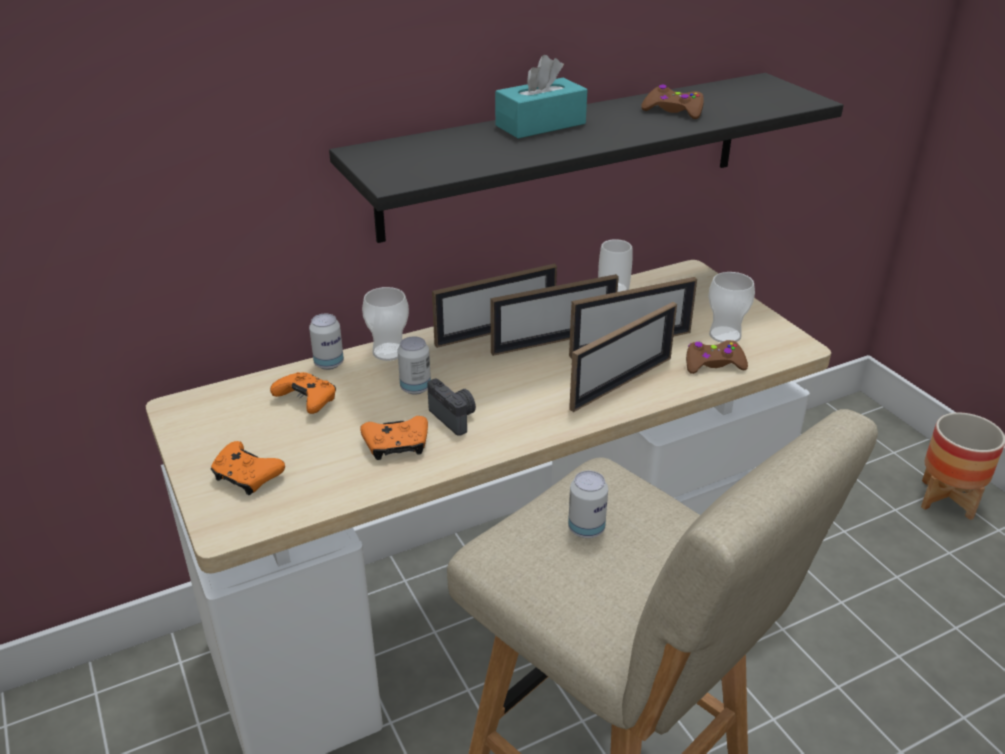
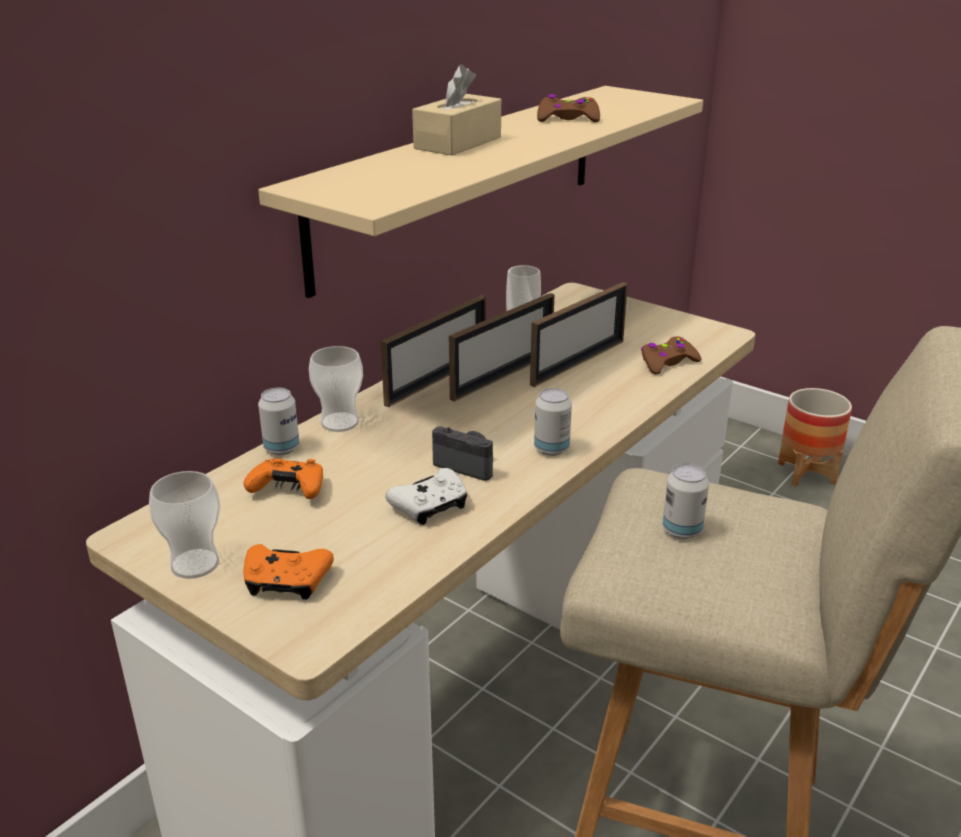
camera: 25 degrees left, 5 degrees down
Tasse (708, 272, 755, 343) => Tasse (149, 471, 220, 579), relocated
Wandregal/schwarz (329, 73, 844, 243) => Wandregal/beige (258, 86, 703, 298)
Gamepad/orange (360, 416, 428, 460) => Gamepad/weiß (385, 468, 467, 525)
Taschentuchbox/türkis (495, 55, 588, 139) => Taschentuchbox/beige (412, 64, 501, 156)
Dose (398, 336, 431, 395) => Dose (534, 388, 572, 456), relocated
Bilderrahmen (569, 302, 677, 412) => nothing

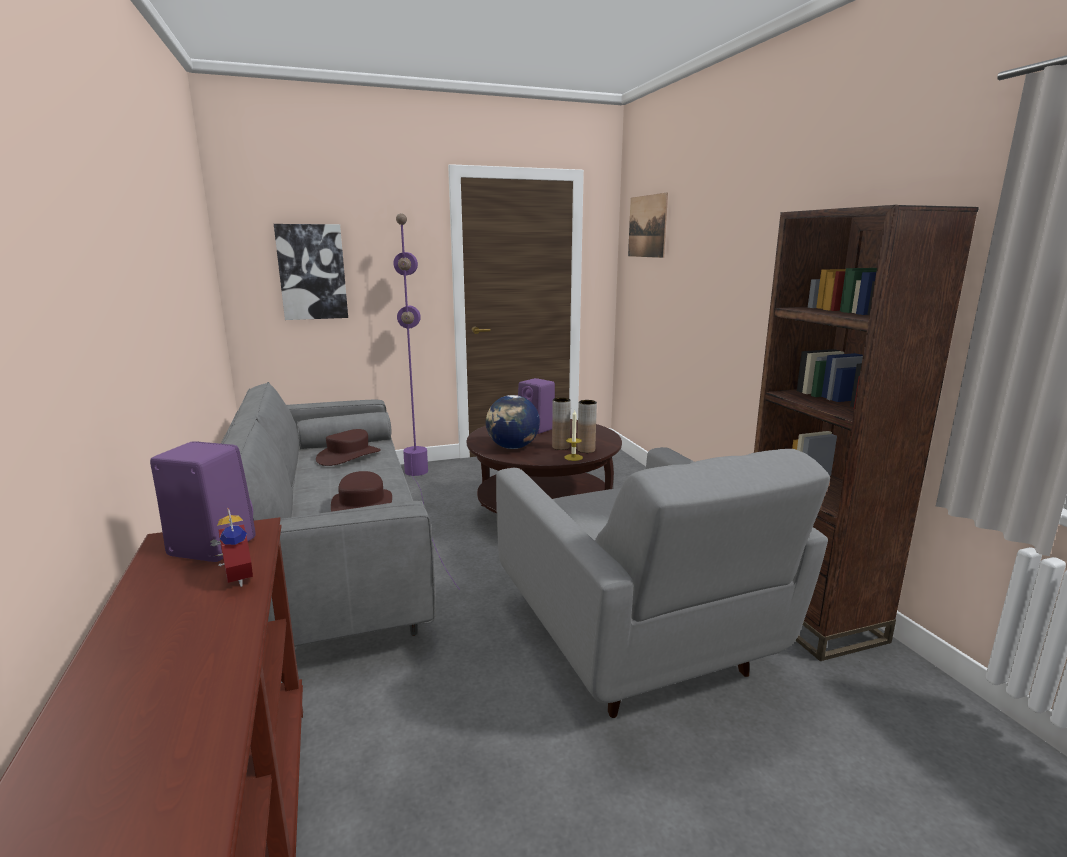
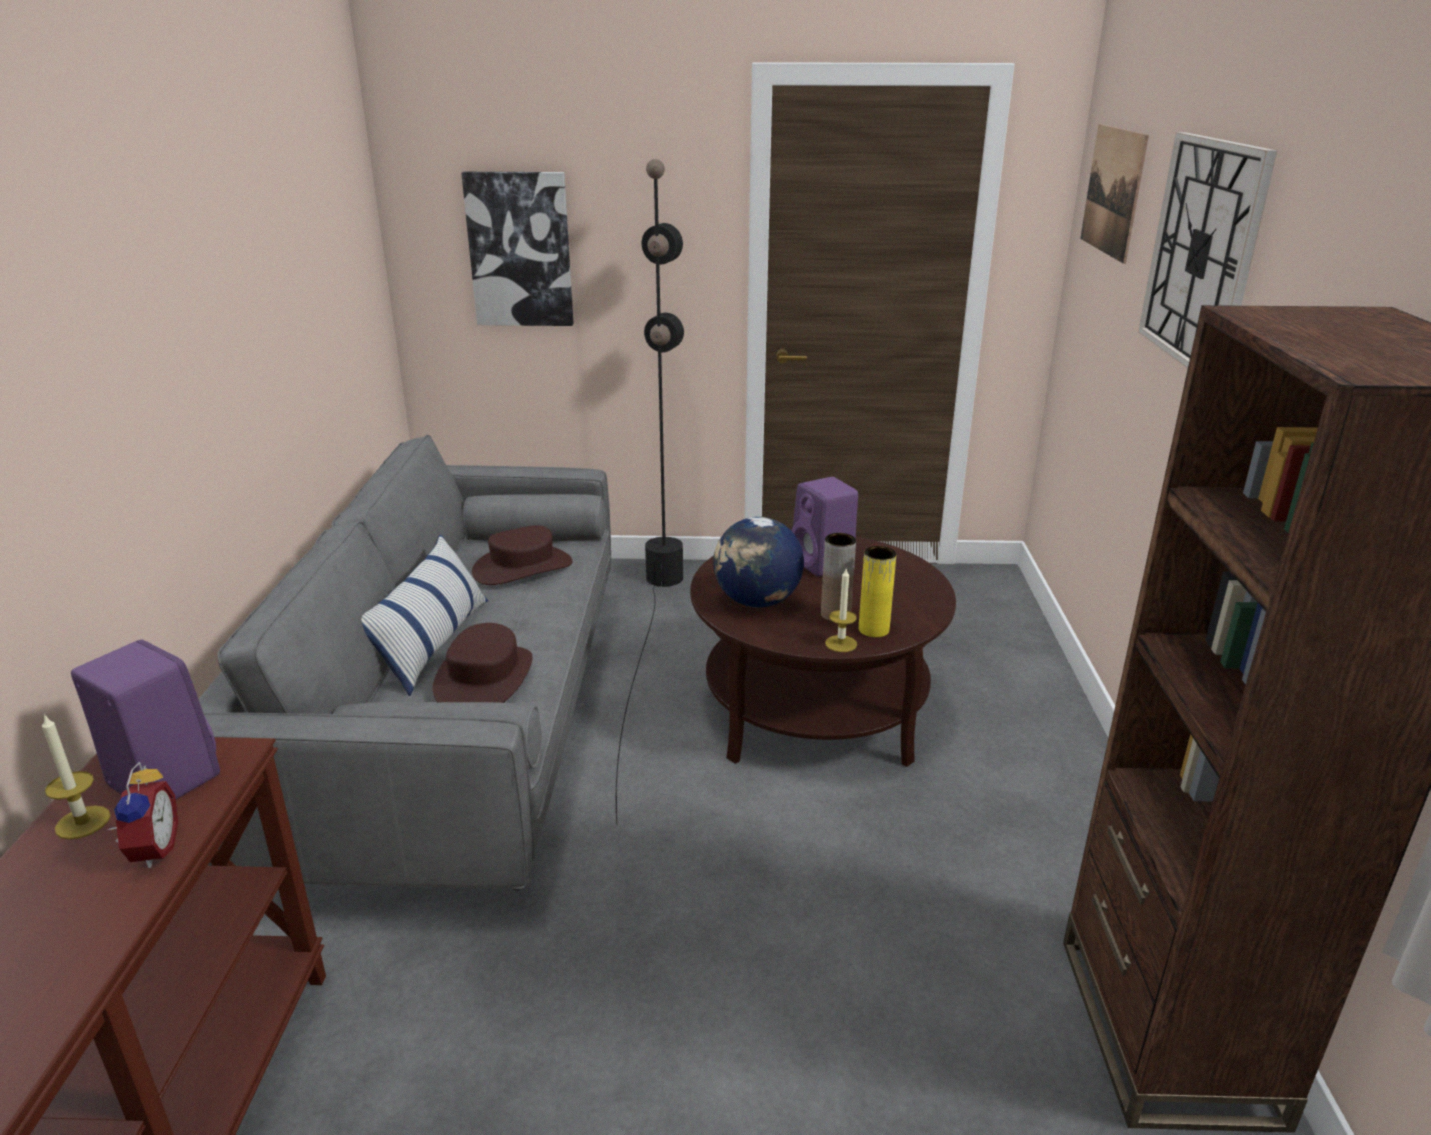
camera: 20 degrees right, 10 degrees up
nothing => Kerze (42, 714, 110, 839)
nothing => Kissen (361, 534, 488, 696)
Stehlampe/lila (393, 213, 460, 590) => Stehlampe/schwarz (616, 159, 684, 825)
Vase/braun (577, 400, 597, 453) => Vase/gelb (859, 546, 896, 638)
nothing => Wanduhr (1138, 132, 1277, 368)
Sessel/grau (496, 447, 830, 718) => nothing

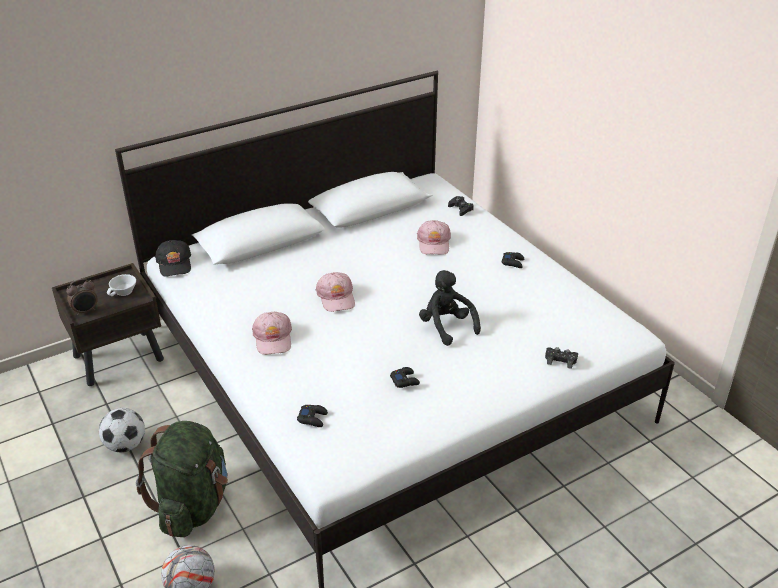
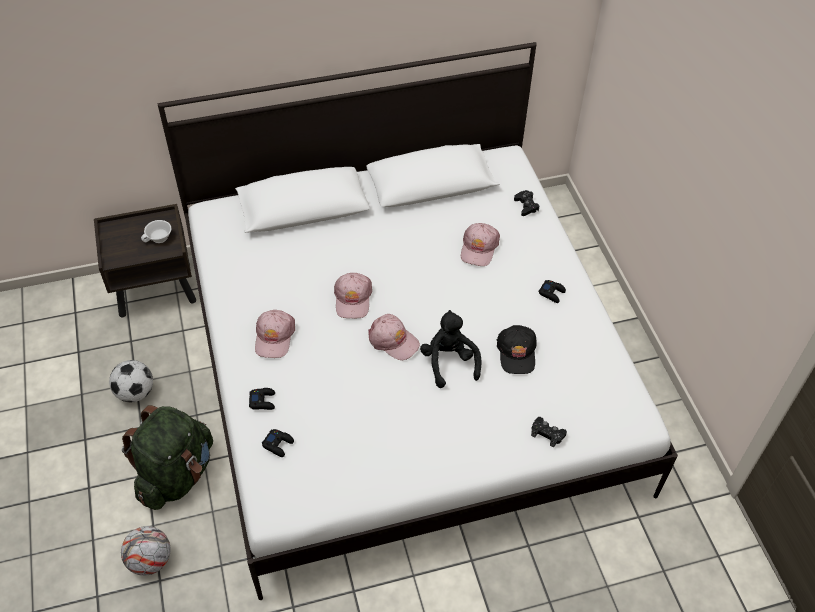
camera: 15 degrees right, 15 degrees up
Gamepad/schwarz (390, 367, 420, 388) => Gamepad/schwarz (249, 388, 275, 410), relocated
nothing => Kappe/rosa (368, 314, 420, 360)
Kappe/schwarz (155, 240, 191, 277) => Kappe/schwarz (497, 325, 537, 374), relocated
Wecker (66, 278, 98, 316) => nothing

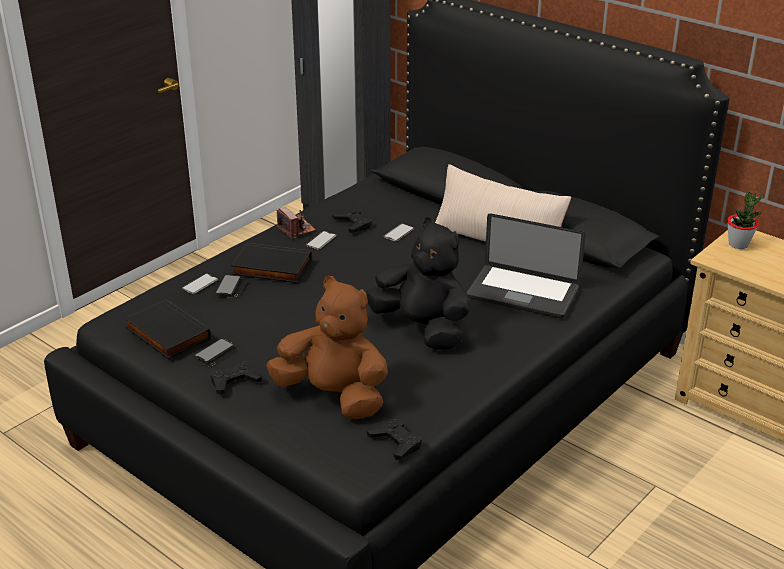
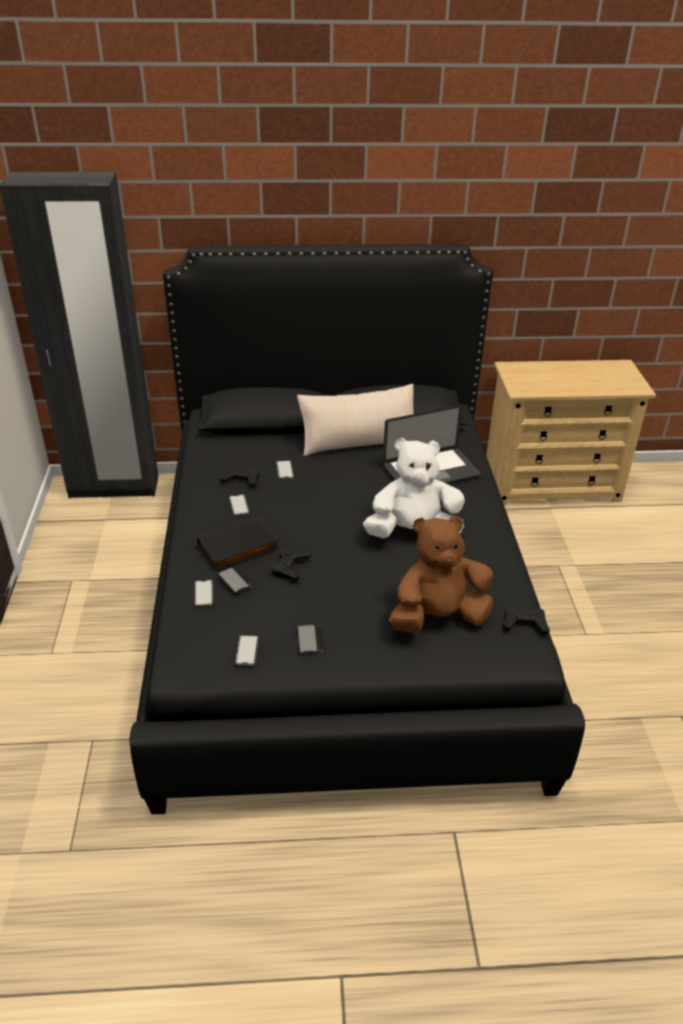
camera: 45 degrees left, 5 degrees up
Buch/schwarz (124, 299, 211, 359) => Handy (235, 635, 259, 665)
Gamepad/schwarz (211, 361, 262, 395) => Gamepad/schwarz (271, 549, 311, 581), relocated
Plüschtier/schwarz (366, 217, 470, 350) => Plüschtier/weiß (363, 438, 465, 539)
Kamera (277, 207, 316, 238) => nothing
Topfpflanze (727, 191, 764, 249) => nothing

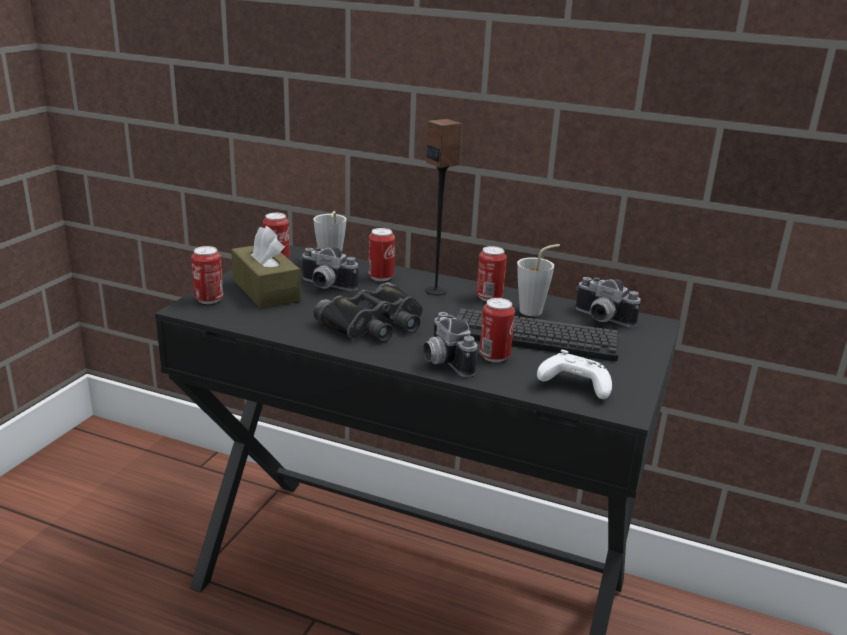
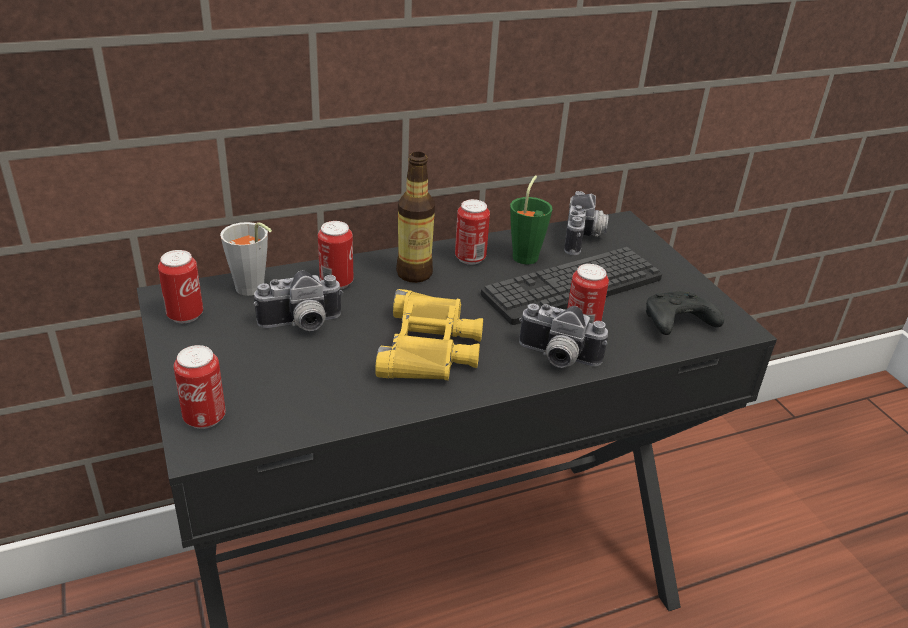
camera: 45 degrees left, 10 degrees up
Fernglas/schwarz (313, 282, 423, 342) => Fernglas/gelb (375, 289, 483, 380)
Lautsprecher (425, 119, 463, 295) => Flasche (396, 152, 435, 283)
Tasse/grau (517, 244, 560, 316) => Tasse/grün (510, 175, 552, 264)
Kamera (576, 277, 641, 327) => Kamera (564, 191, 609, 255), 75 degrees counterclockwise
Gamepad/weiß (537, 350, 612, 399) => Gamepad/schwarz (646, 291, 724, 335)
Taschentuchbox/braun (231, 226, 301, 309) => nothing

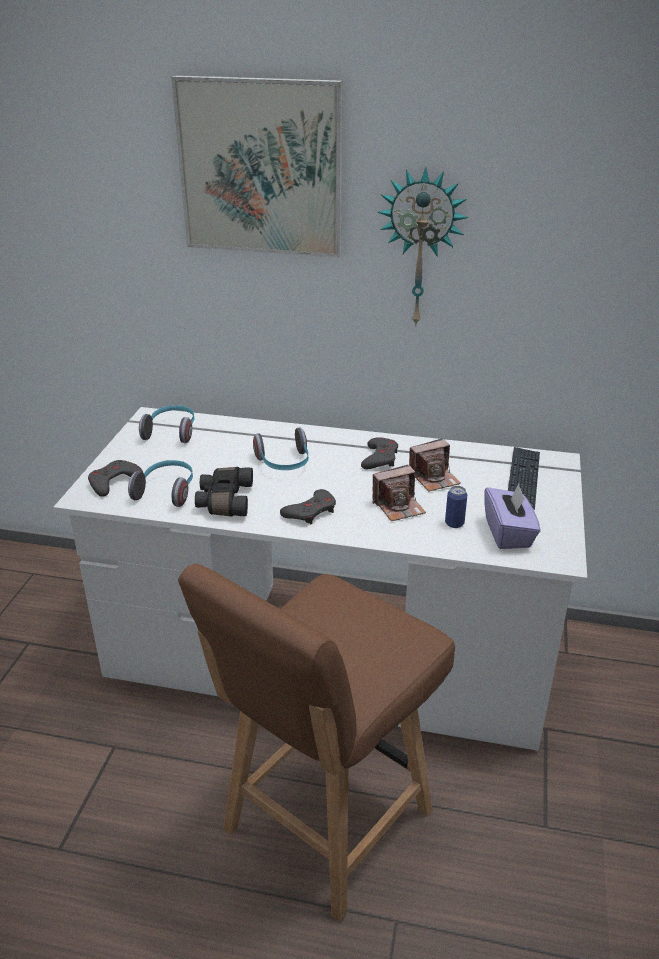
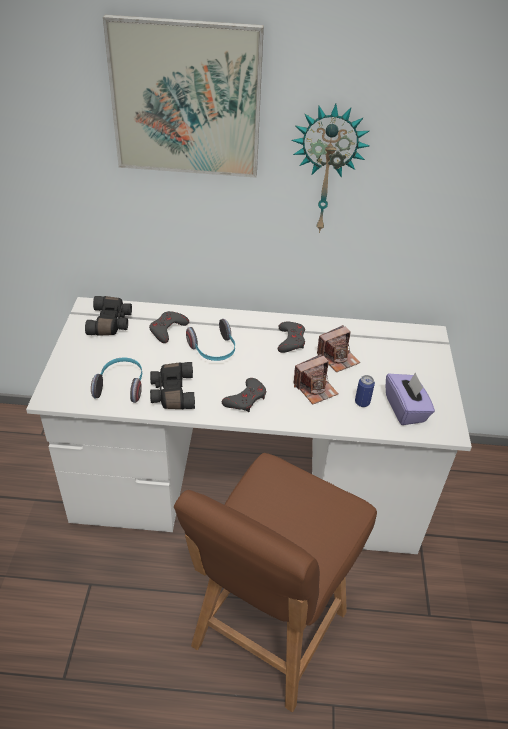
camera: 10 degrees left, 10 degrees up
Kopfhörer (139, 405, 194, 444) => Fernglas/schwarz (85, 296, 132, 336)
Gamepad/grau (88, 460, 143, 497) => Gamepad/grau (149, 311, 189, 343), relocated
Tastatur (508, 447, 540, 510) => nothing

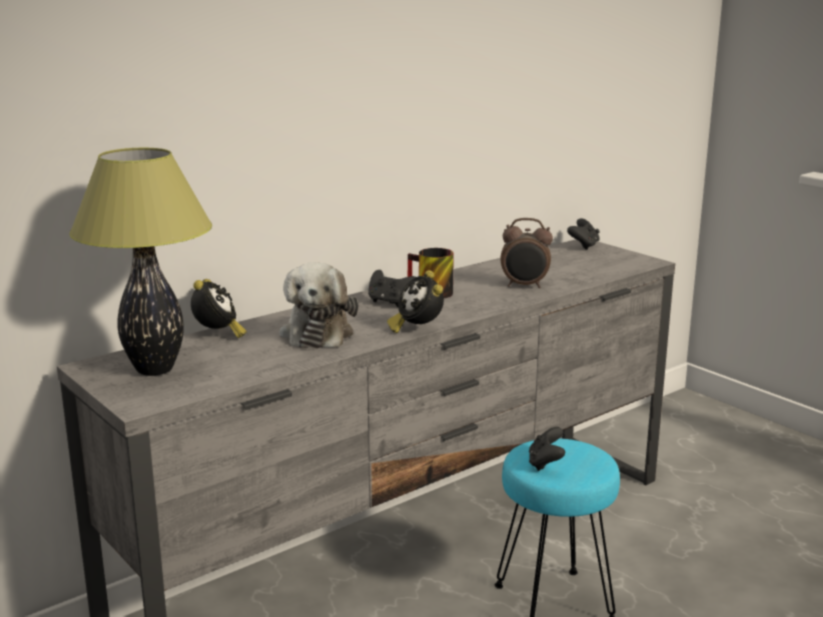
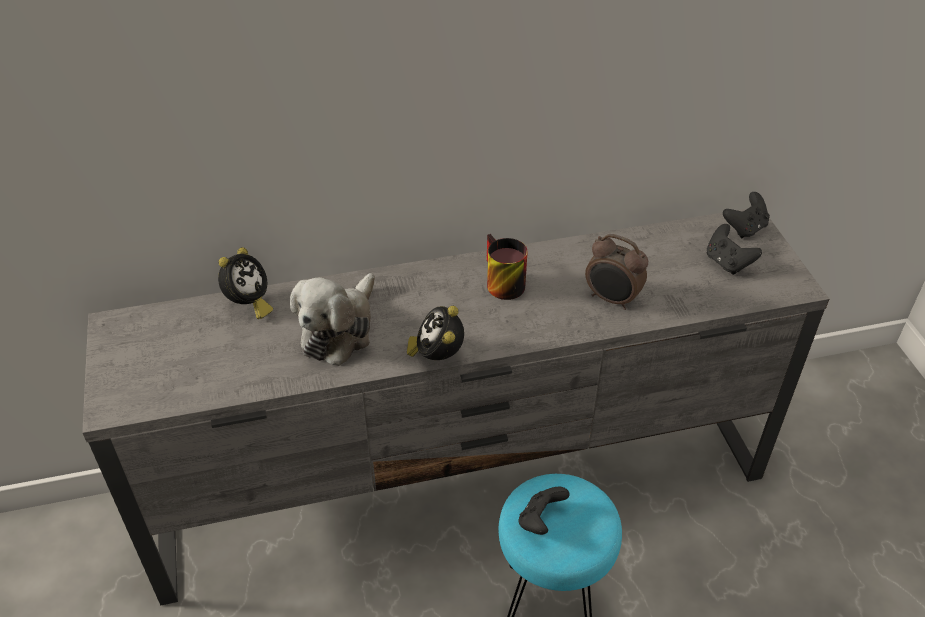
camera: 25 degrees right, 25 degrees up
Gamepad/schwarz (368, 270, 415, 307) => Gamepad/schwarz (707, 224, 762, 275), relocated
Tischlampe (69, 148, 212, 376) => nothing

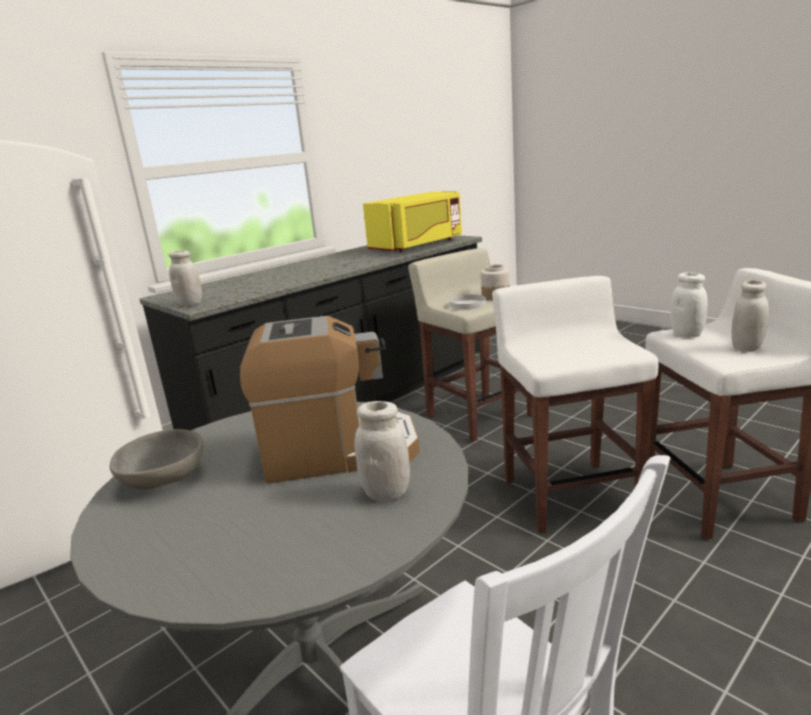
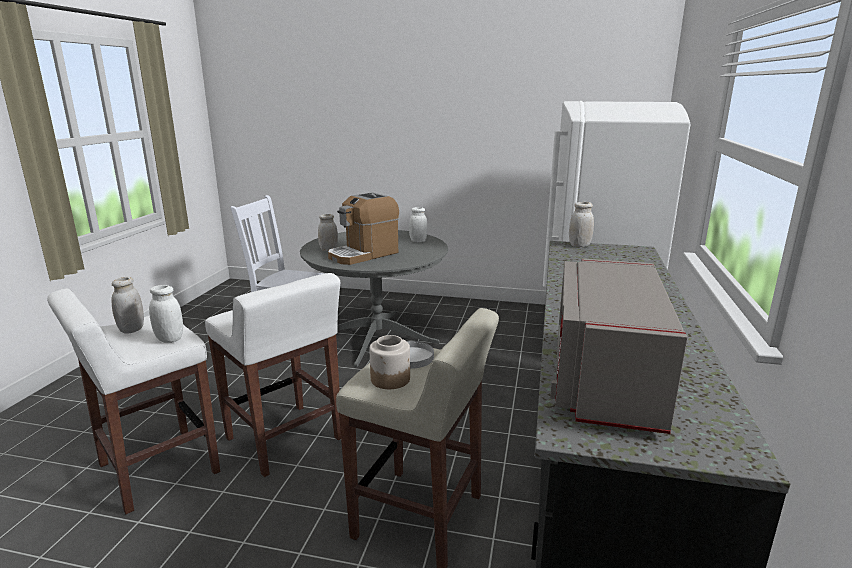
camera: 145 degrees right, 0 degrees up
Schüssel/grau (110, 429, 203, 489) => Vorratsglas/weiß (409, 207, 427, 242)
Mikrowelle/gelb (363, 191, 462, 252) => Mikrowelle/grau (550, 258, 687, 434)

